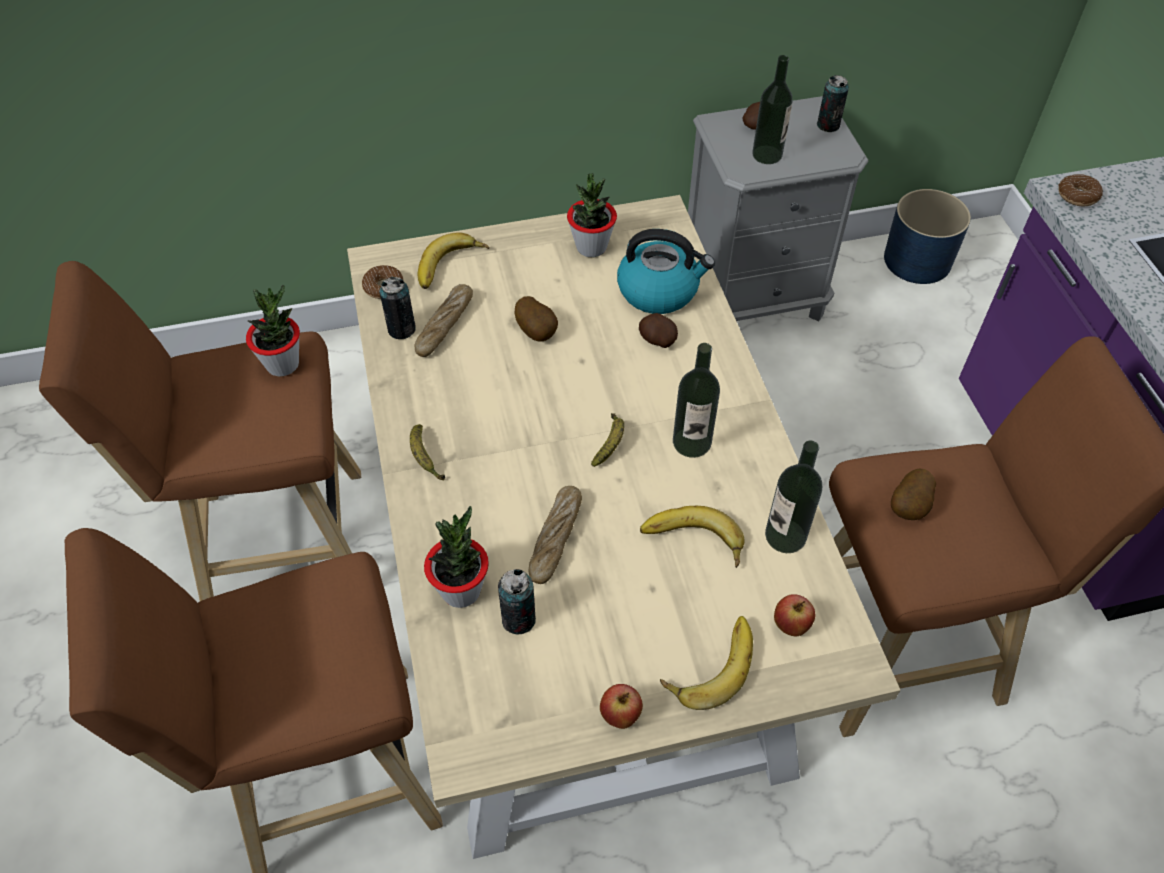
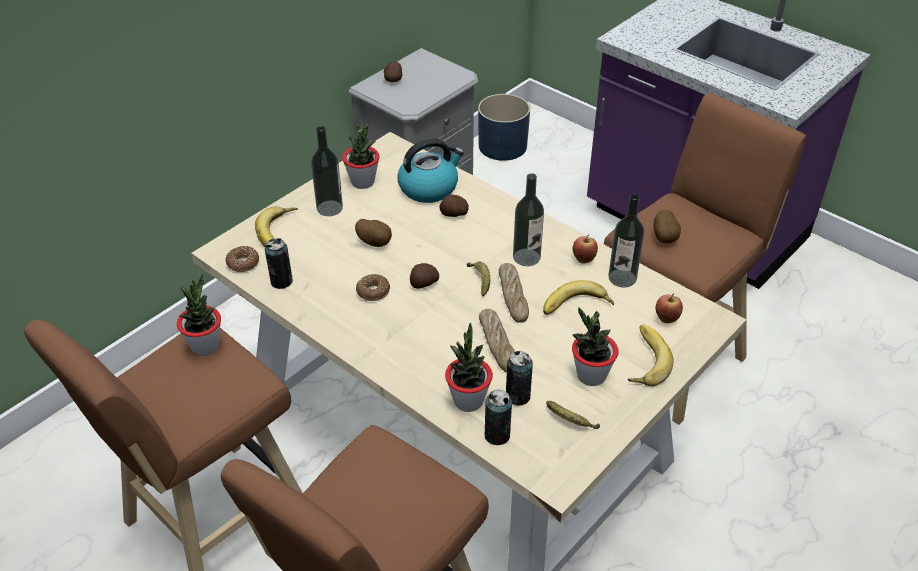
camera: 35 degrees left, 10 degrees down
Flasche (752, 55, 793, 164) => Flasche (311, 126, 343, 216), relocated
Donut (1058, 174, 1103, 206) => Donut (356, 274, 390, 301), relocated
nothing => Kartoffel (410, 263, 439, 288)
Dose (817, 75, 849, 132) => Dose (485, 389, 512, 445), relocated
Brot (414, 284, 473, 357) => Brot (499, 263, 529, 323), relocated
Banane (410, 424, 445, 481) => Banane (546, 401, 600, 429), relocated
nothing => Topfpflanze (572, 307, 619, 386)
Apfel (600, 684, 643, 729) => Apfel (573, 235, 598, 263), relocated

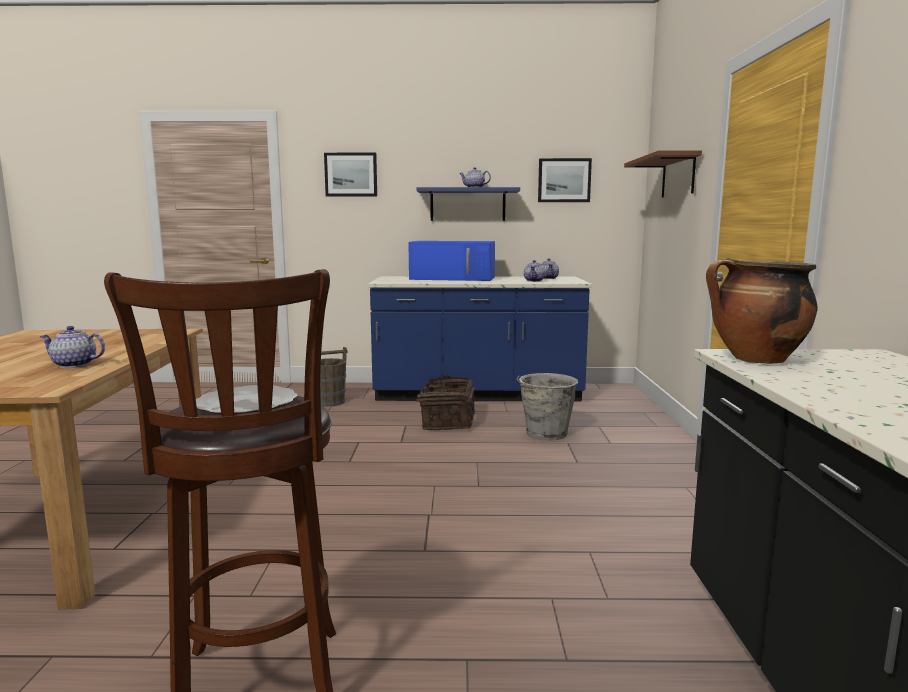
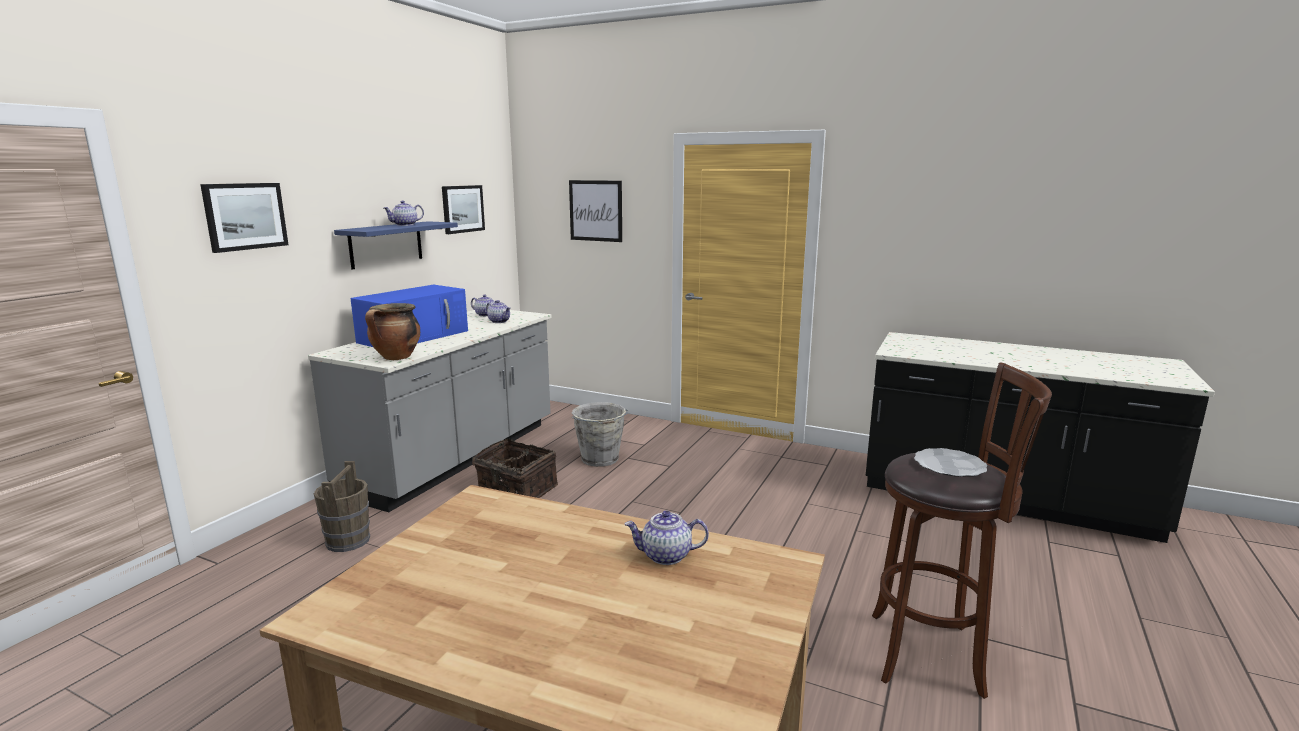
camera: 65 degrees left, 5 degrees up
Küchenzeile/blau (368, 276, 592, 401) => Küchenzeile/grau (308, 310, 552, 512)
Kochtopf (706, 258, 818, 364) => Kochtopf (365, 303, 420, 360), relocated
Wandregal/braun (624, 150, 702, 198) => Bild (569, 180, 622, 242)
Teekanne (39, 326, 105, 368) => Teekanne (625, 511, 709, 565), 60 degrees clockwise

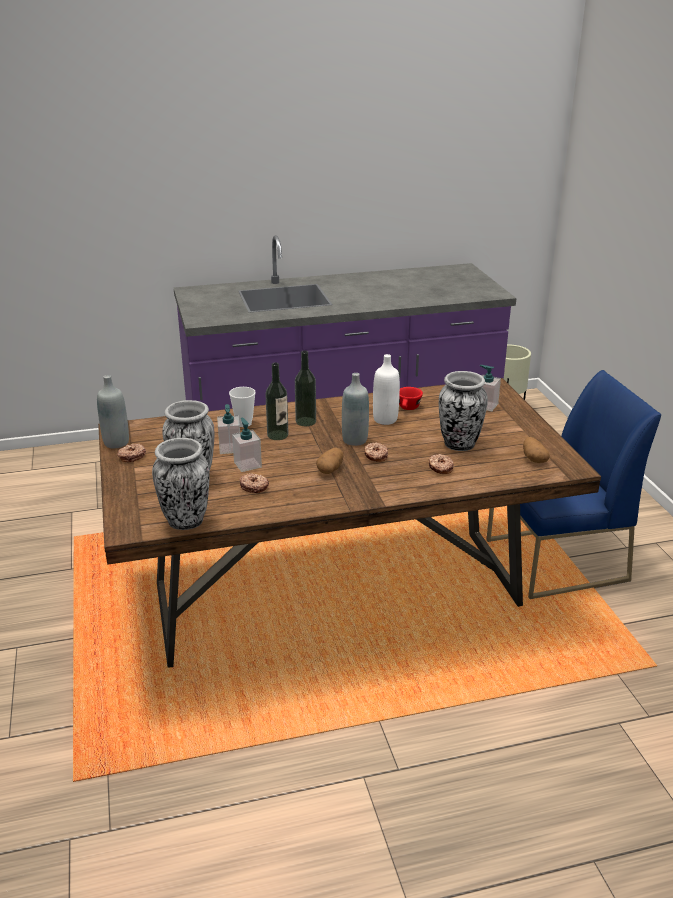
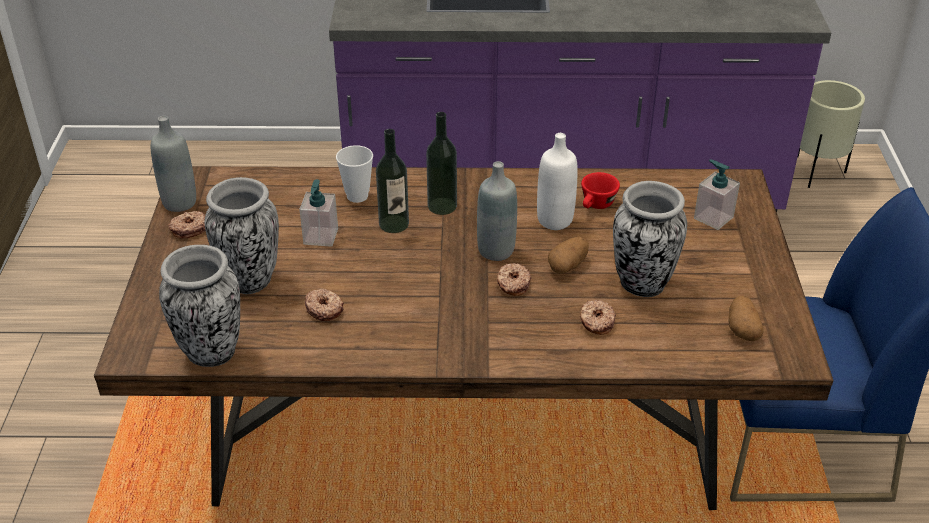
camera: 15 degrees right, 10 degrees up
Kartoffel (316, 447, 343, 474) => Kartoffel (548, 236, 589, 274), relocated
Seifenspender (232, 418, 262, 472) => nothing

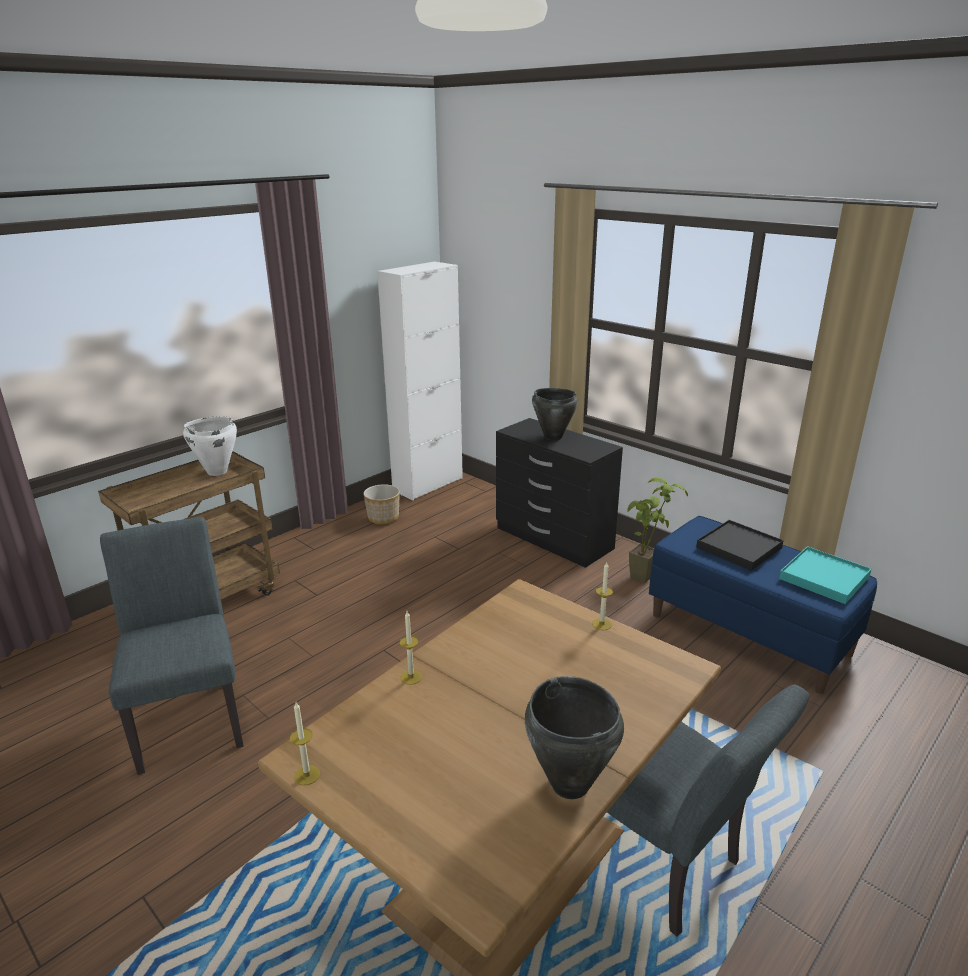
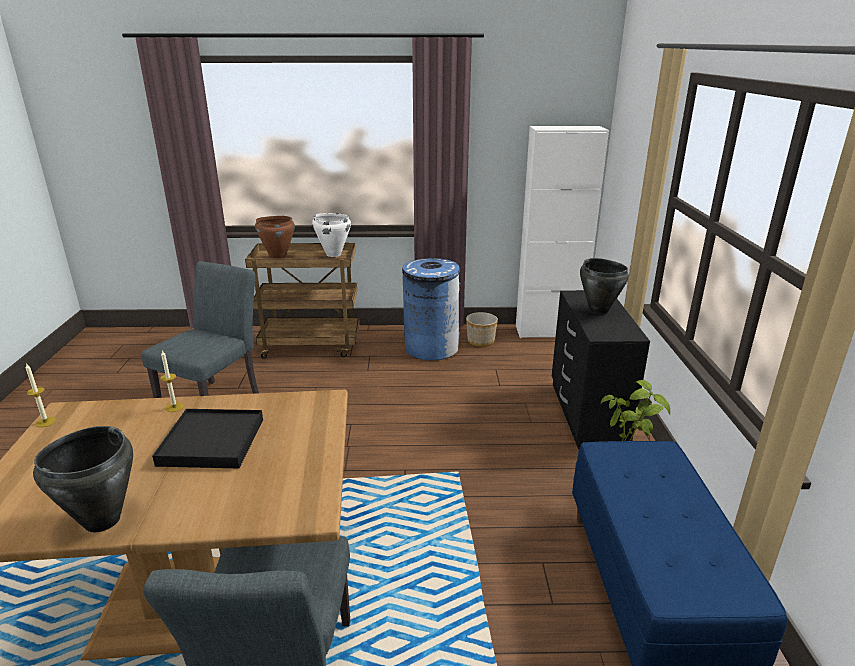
camera: 45 degrees right, 0 degrees up
Tablett/schwarz (696, 520, 784, 571) => Tablett/schwarz (152, 409, 263, 468), relocated
nothing => Kochtopf/braun (255, 216, 295, 259)
nothing => Mülleimer/blau (402, 258, 460, 360)
Kerze (592, 562, 613, 630) => nothing
Tablett/türkis (779, 546, 871, 604) => nothing

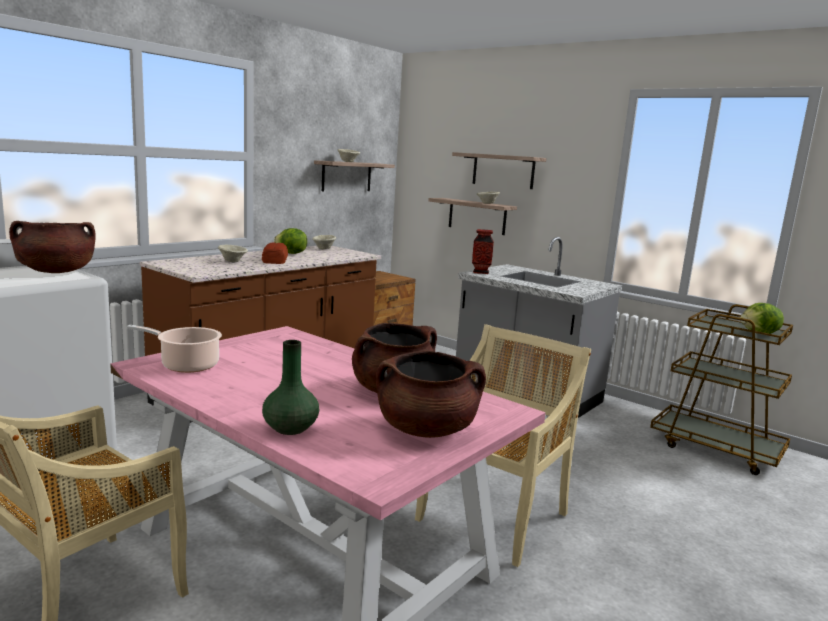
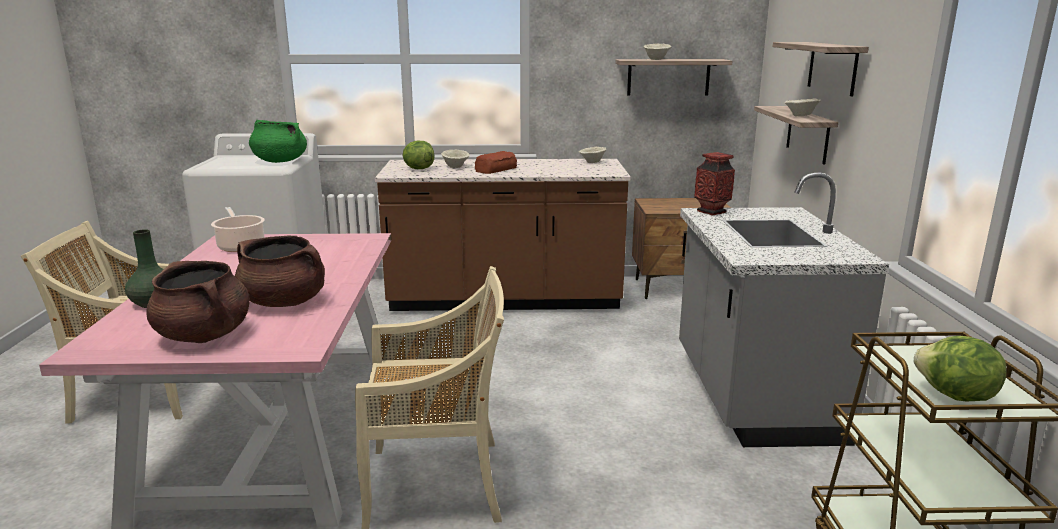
camera: 50 degrees right, 5 degrees up
Kochtopf/braun (9, 221, 96, 273) => Kochtopf/grün (249, 120, 307, 163)
Salatkopf (274, 228, 307, 254) => Salatkopf (402, 141, 435, 169), relocated

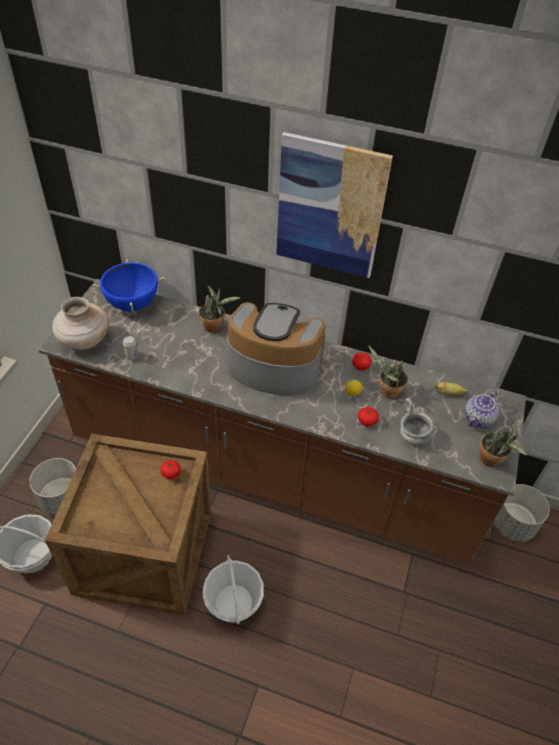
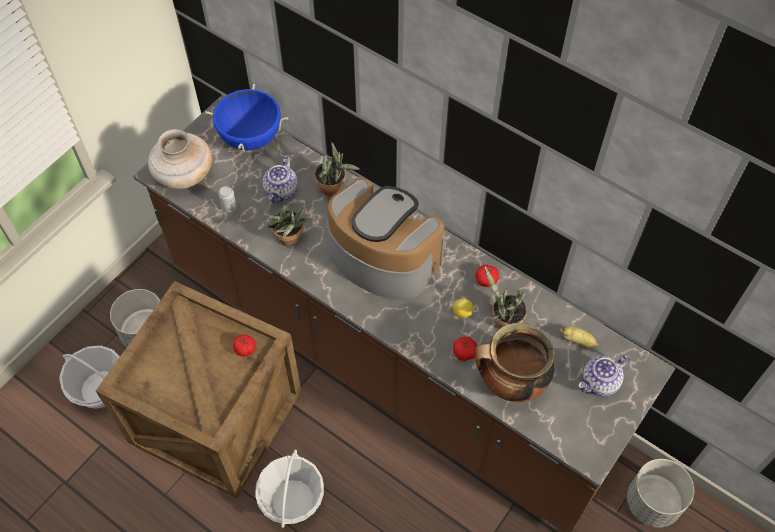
camera: 20 degrees right, 10 degrees up
nothing => Teekanne (263, 156, 298, 203)
Topfpflanze (480, 419, 527, 467) => Topfpflanze (267, 201, 310, 246), relocated
Schüssel/grau (400, 398, 433, 445) => Kochtopf (475, 323, 555, 402)
Bild (276, 132, 393, 278) => nothing

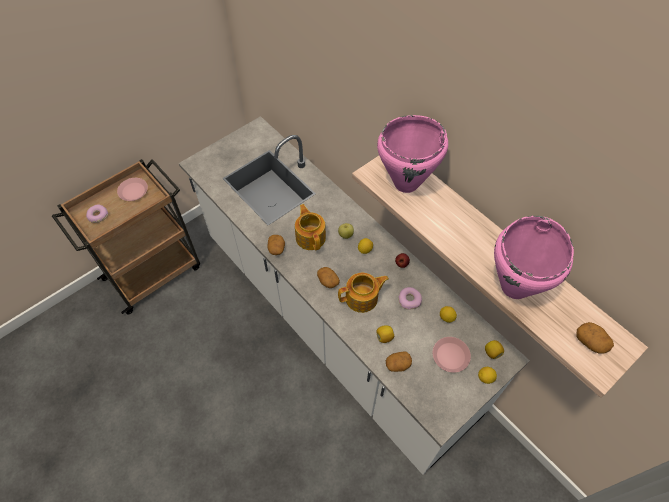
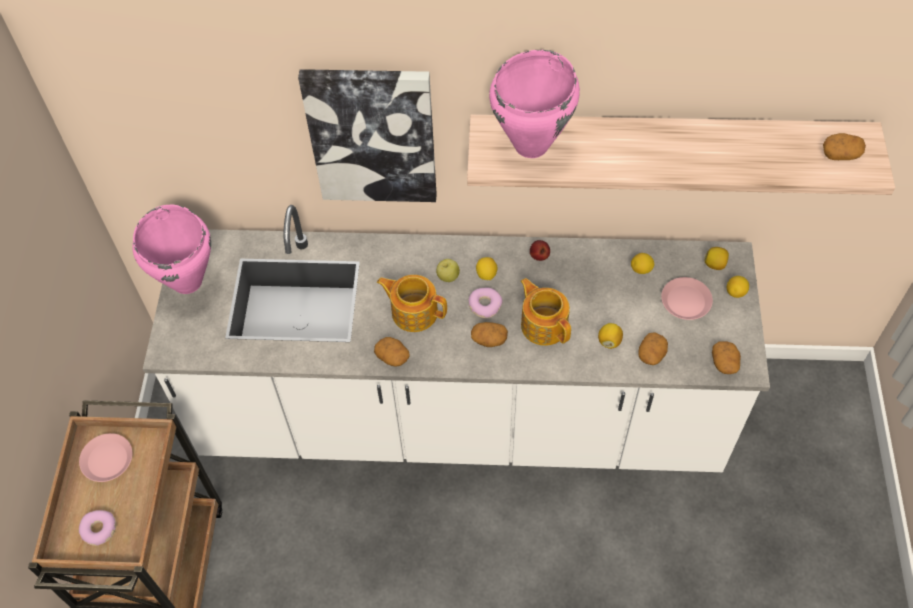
camera: 45 degrees left, 0 degrees up
Kochtopf/rosa (494, 216, 574, 299) => Kochtopf/rosa (133, 205, 211, 294), relocated
nothing => Bild (298, 69, 437, 202)
Donut (398, 287, 422, 310) => Donut (468, 288, 502, 319), relocated
Teekanne (338, 273, 389, 313) => Teekanne (521, 278, 571, 346), 60 degrees counterclockwise
nothing => Kartoffel (712, 341, 741, 374)

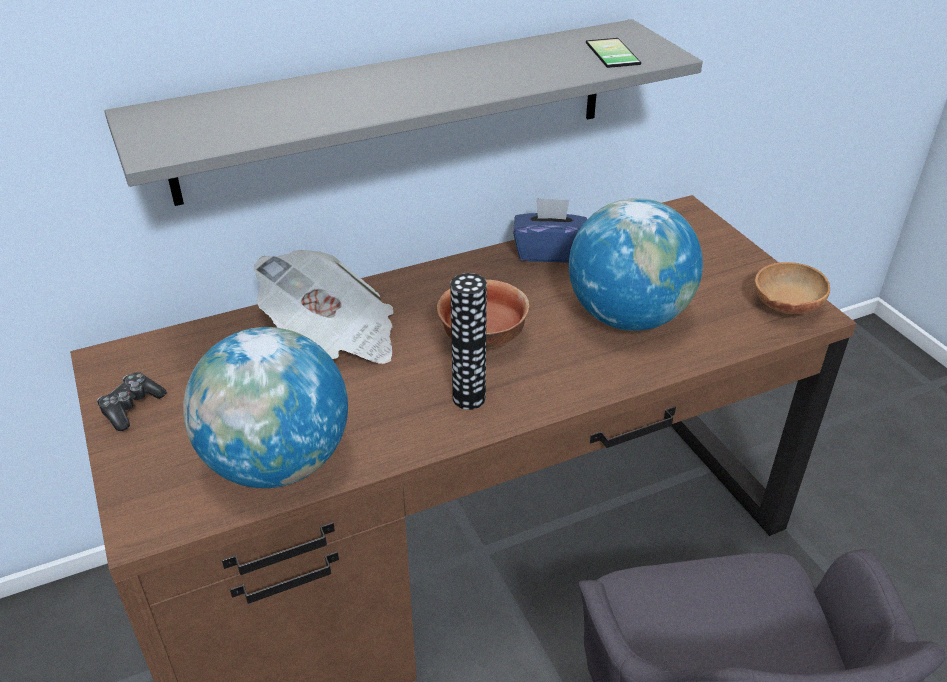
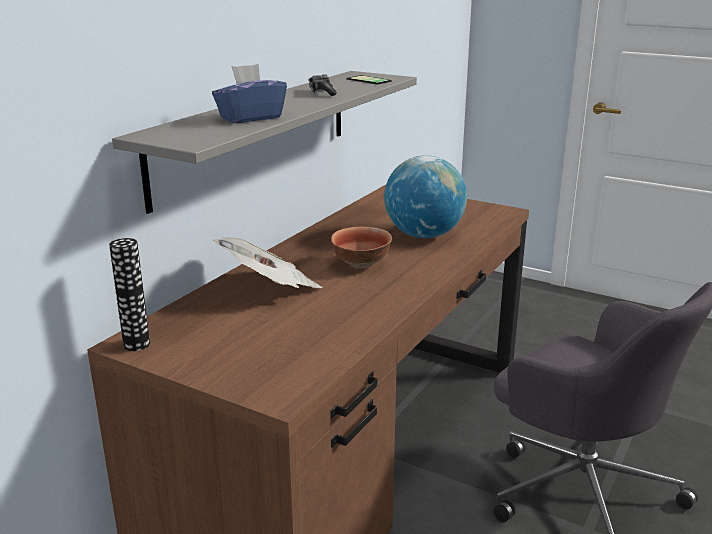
camera: 35 degrees left, 15 degrees down
Vase (450, 273, 487, 410) => Vase (109, 238, 150, 351), relocated
Taschentuchbox/blau (513, 198, 587, 263) => Taschentuchbox/blau (212, 64, 287, 123), relocated
Gamepad (97, 372, 167, 431) => Gamepad (308, 74, 337, 96), relocated
Globus (183, 327, 348, 488) => nothing
Schüssel/braun (754, 262, 830, 314) => nothing

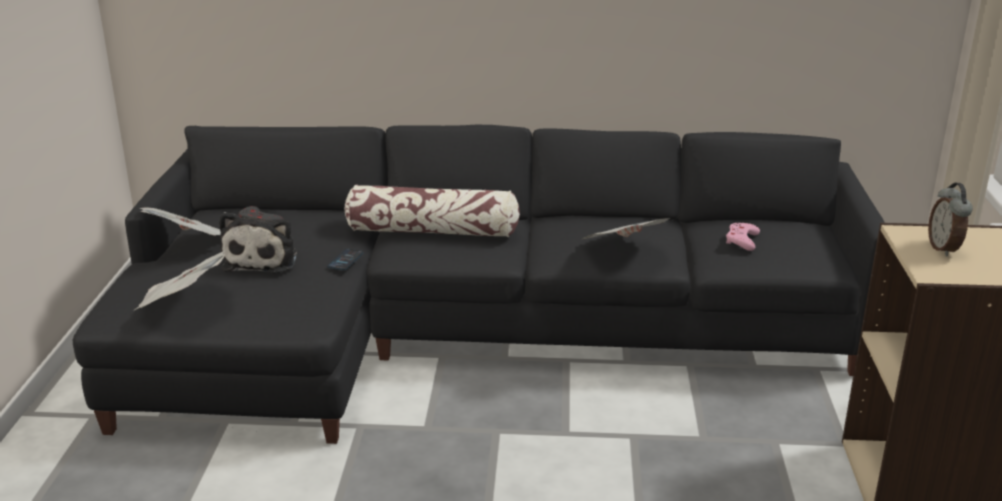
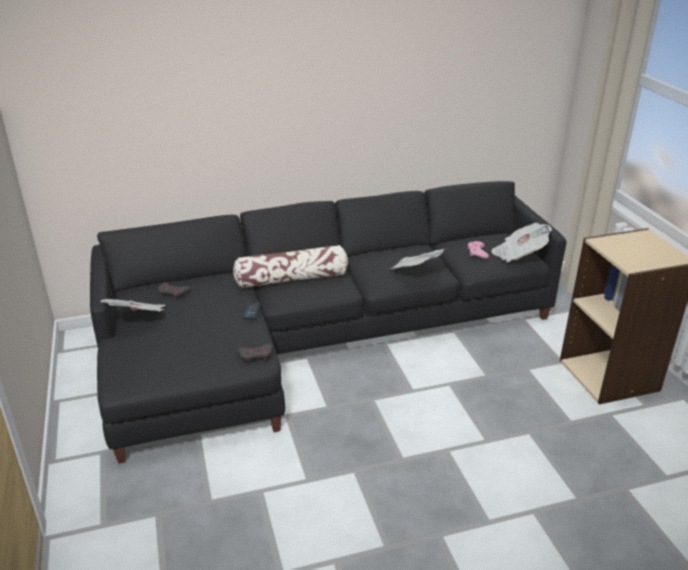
camera: 20 degrees left, 5 degrees up
nothing => Gamepad/grau (237, 344, 273, 363)
Zeitung (133, 250, 226, 311) => Zeitung (491, 223, 552, 262), relocated
Plüschtier (219, 212, 297, 273) => nothing
Wecker (928, 182, 973, 257) => nothing

